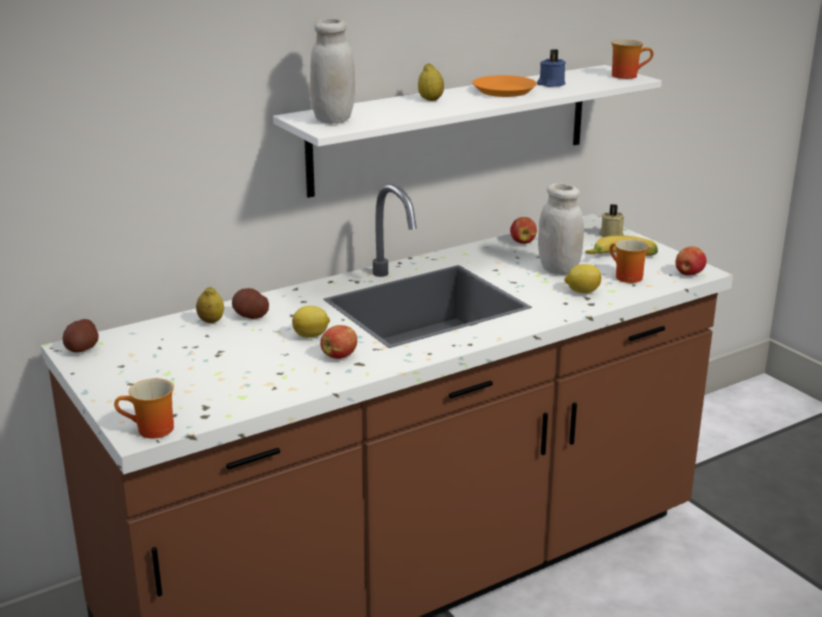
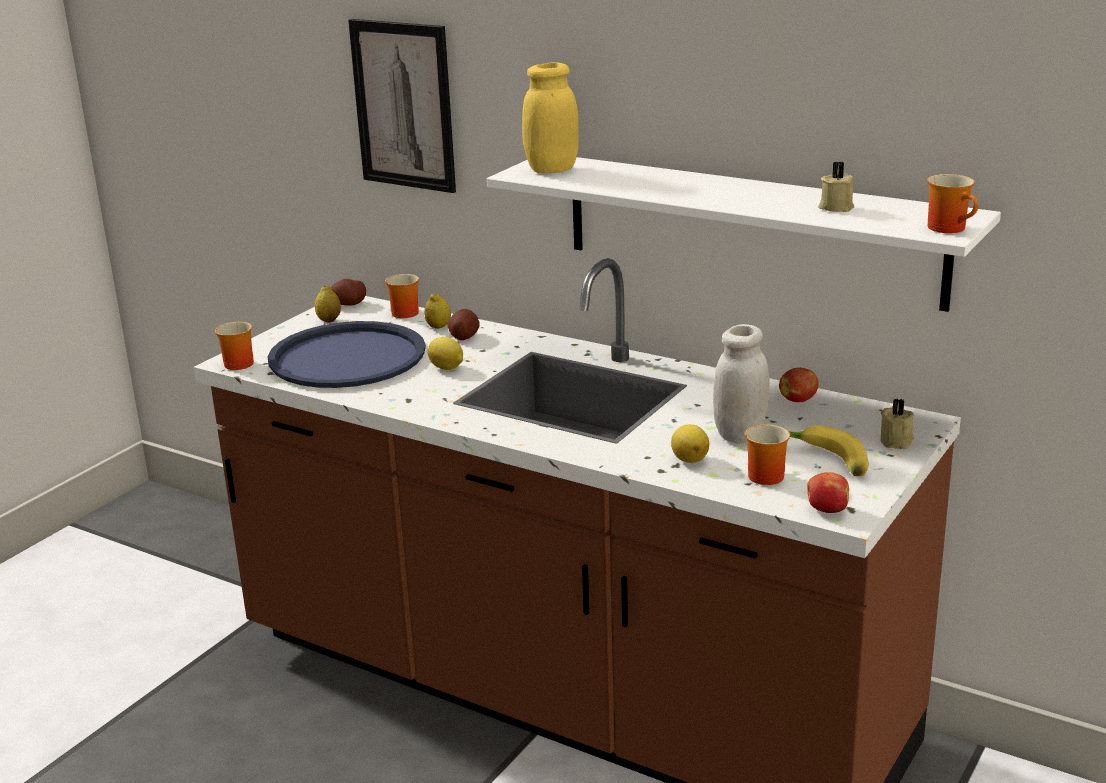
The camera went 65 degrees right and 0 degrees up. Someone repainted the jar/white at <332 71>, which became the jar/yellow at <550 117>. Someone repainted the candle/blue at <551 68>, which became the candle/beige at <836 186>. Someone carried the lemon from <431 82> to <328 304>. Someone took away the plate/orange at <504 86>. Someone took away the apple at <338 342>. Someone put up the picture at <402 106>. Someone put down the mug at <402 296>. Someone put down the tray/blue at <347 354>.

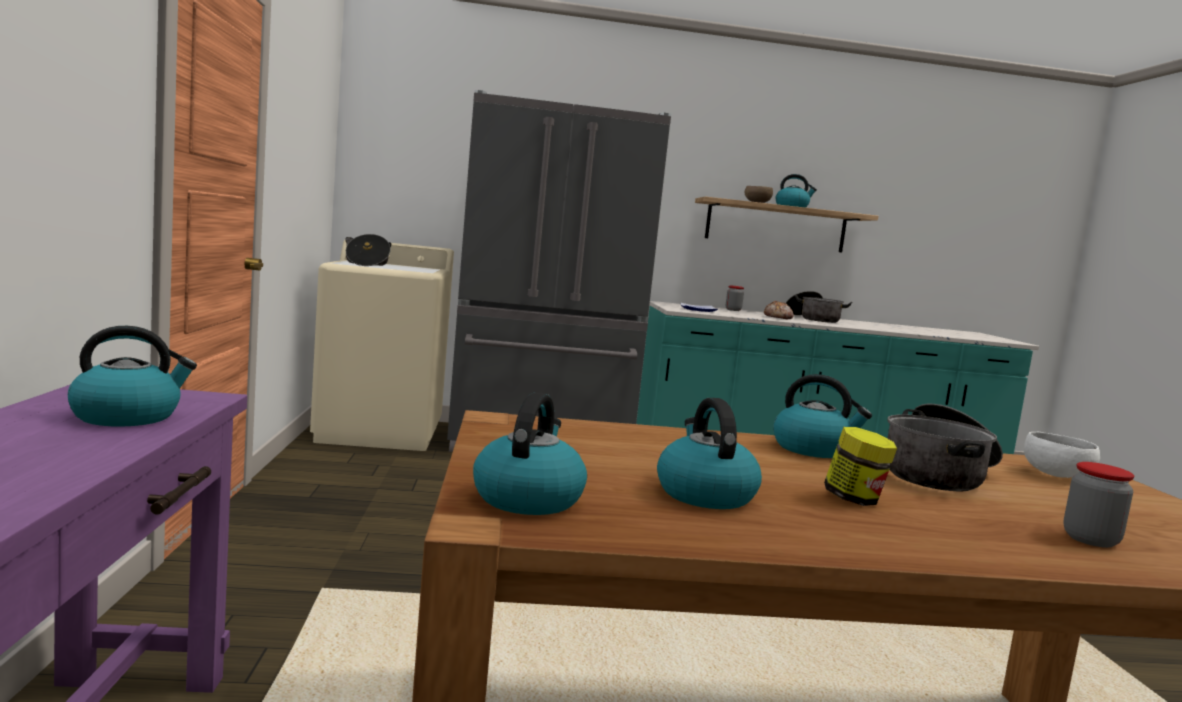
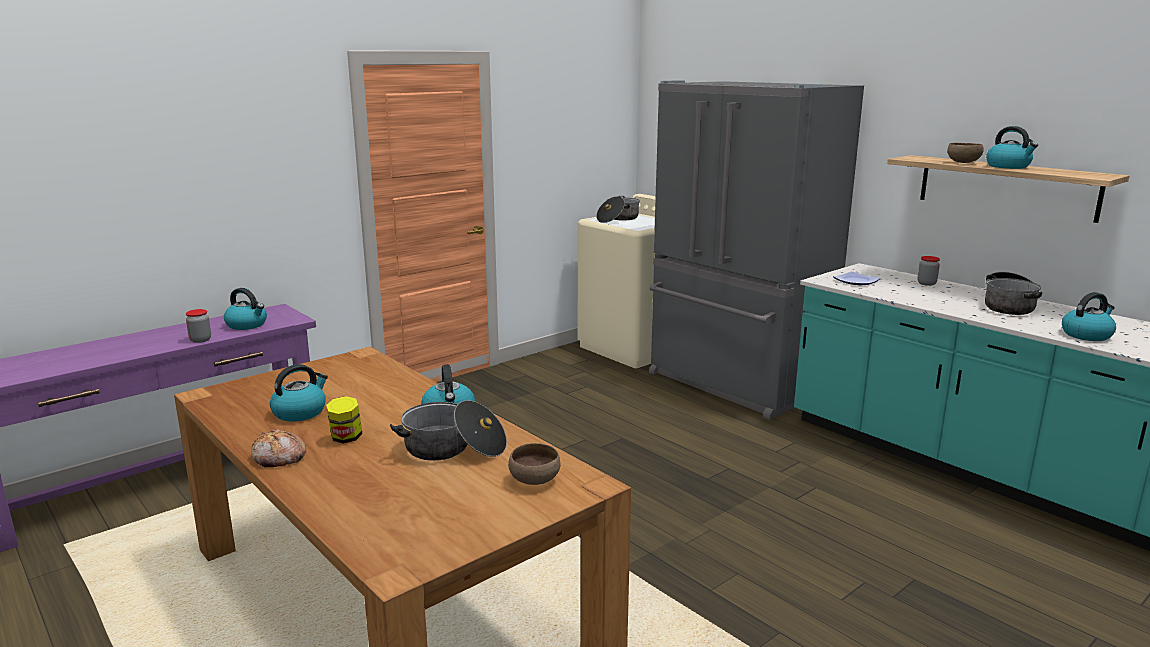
The camera went 55 degrees right and 10 degrees up. Someone carried the bread from <779 310> to <278 448>. Someone carried the kettle from <530 453> to <1089 316>. Someone repainted the bowl/white at <1062 455>, which became the bowl/brown at <534 464>. Someone carried the jar from <1098 505> to <198 326>.

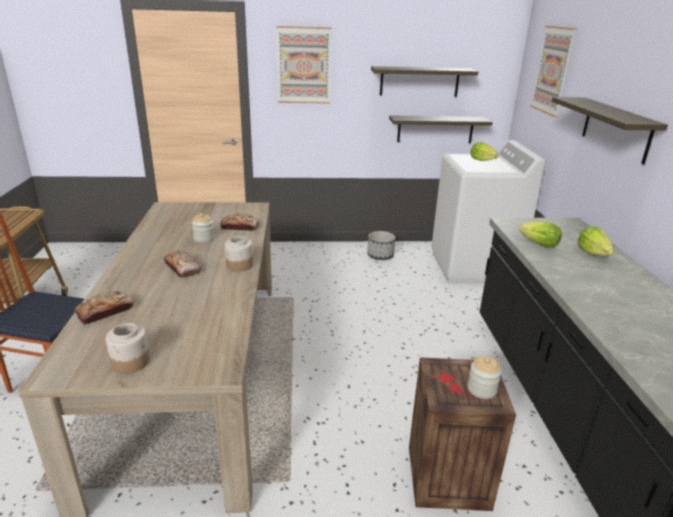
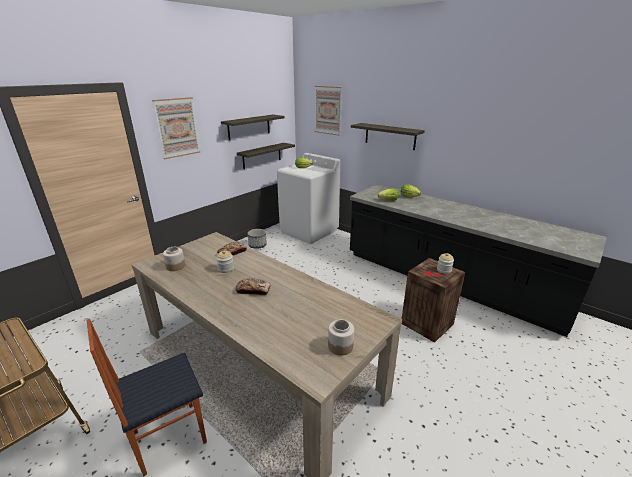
The camera went 45 degrees left and 0 degrees up. Someone carried the jar from <239 254> to <174 259>. Someone took away the bread at <103 308>.

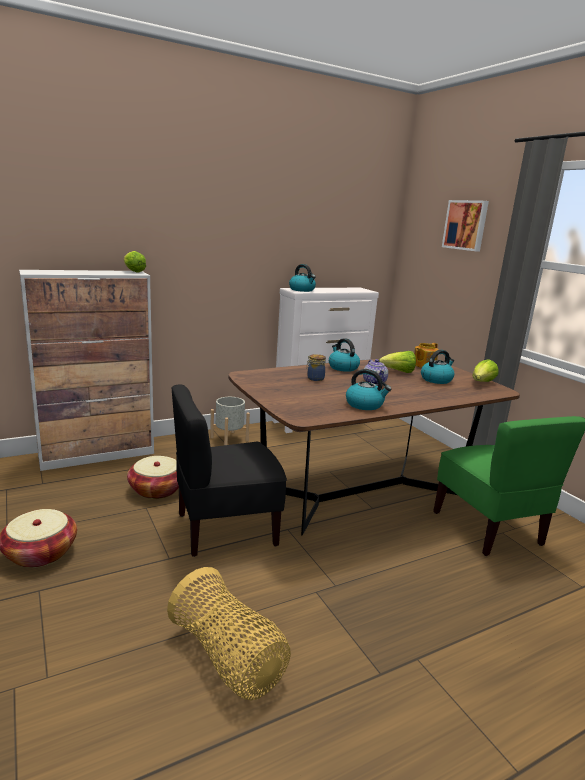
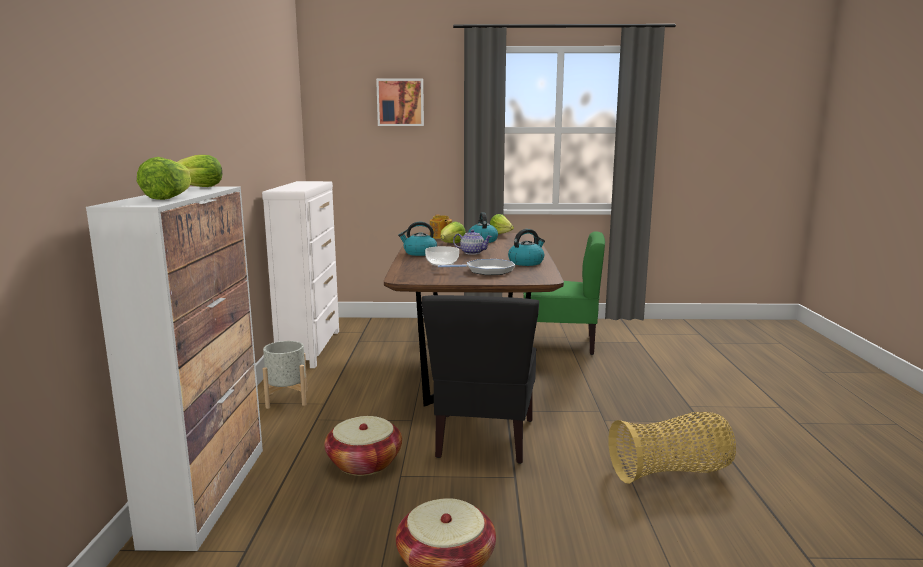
The camera went 60 degrees left and 5 degrees down. Someone took away the kettle at <302 278>. Someone swapped the jar at <316 367> for the bowl at <442 256>. Someone put down the lettuce at <164 178>. Someone put down the frying pan at <476 267>.

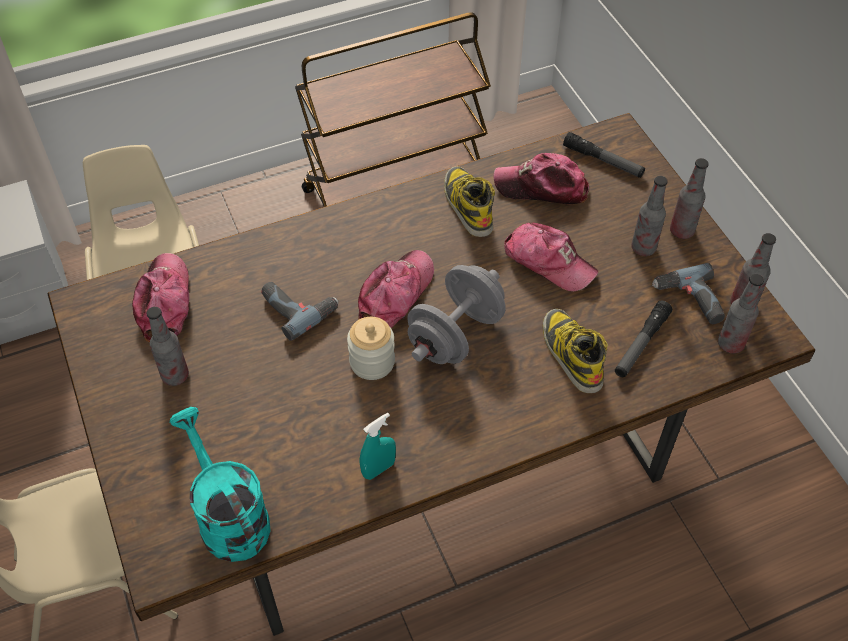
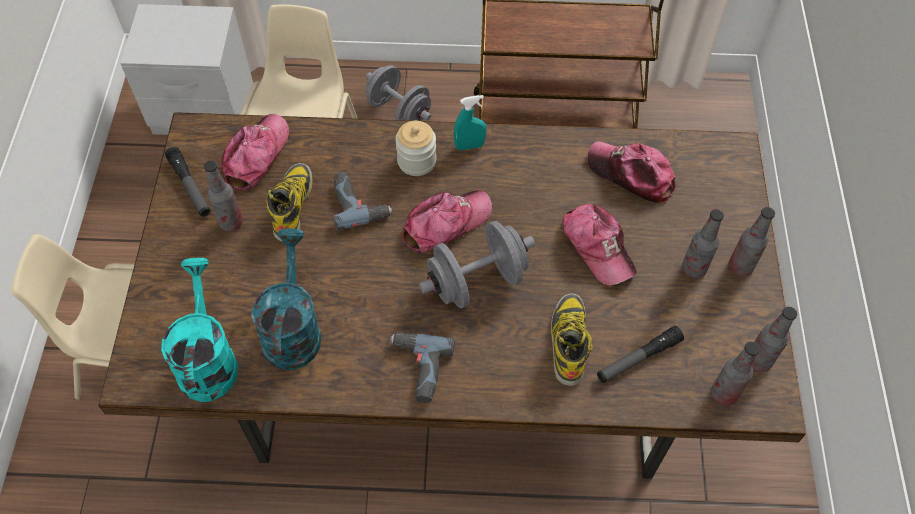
The camera went 25 degrees right and 5 degrees up. Someone carried the flashlight from <604 155> to <188 182>. Someone carried the boot from <469 201> to <289 202>. Someone carried the power drill from <688 293> to <422 367>. Someone carried the jar from <371 348> to <415 148>. Someone carried the spray bottle/turquoise from <378 446> to <470 122>. Someone put down the dumbbell/grey at <398 93>. Someone put down the watering can/turquoise at <286 299>.

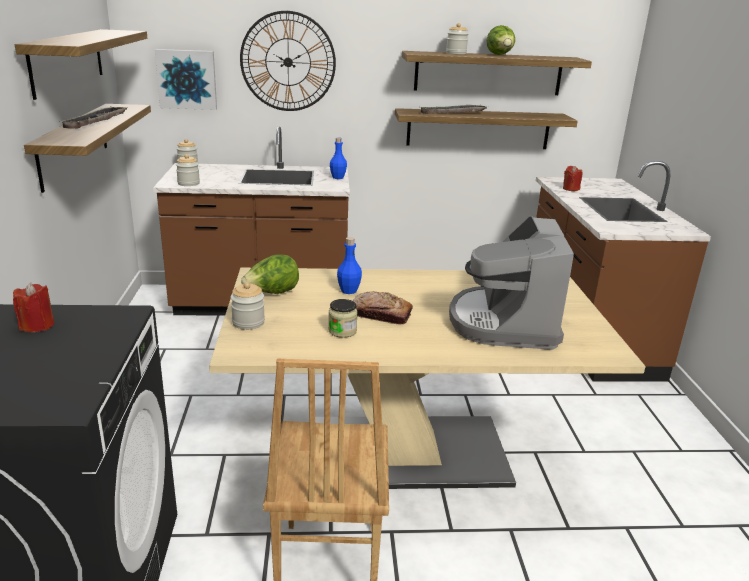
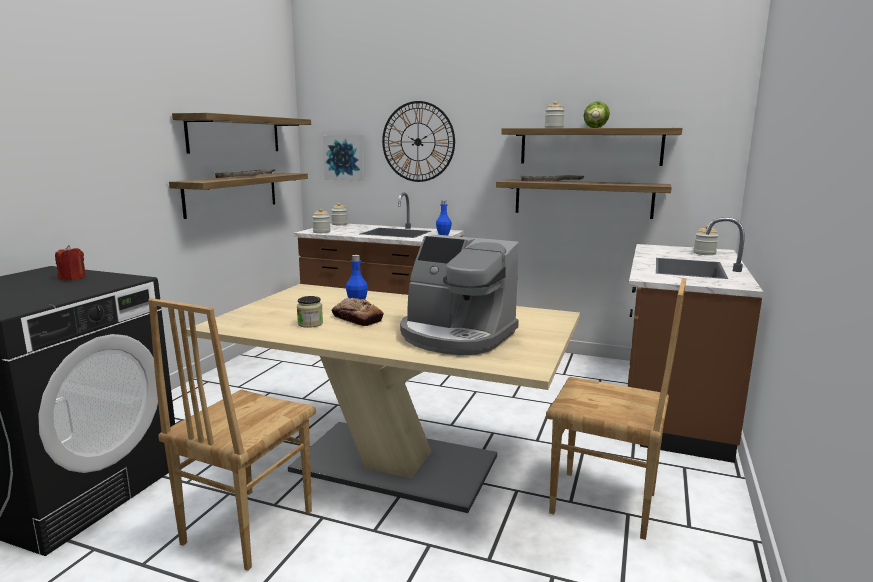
The camera went 25 degrees right and 10 degrees down. Someone took away the candle/red at <573 178>. Someone rotated the coffee machine at <511 283> by 90 degrees counterclockwise. Someone took away the lettuce at <270 274>. Someone carried the jar from <248 306> to <706 240>. Someone put down the chair/brown at <616 409>.

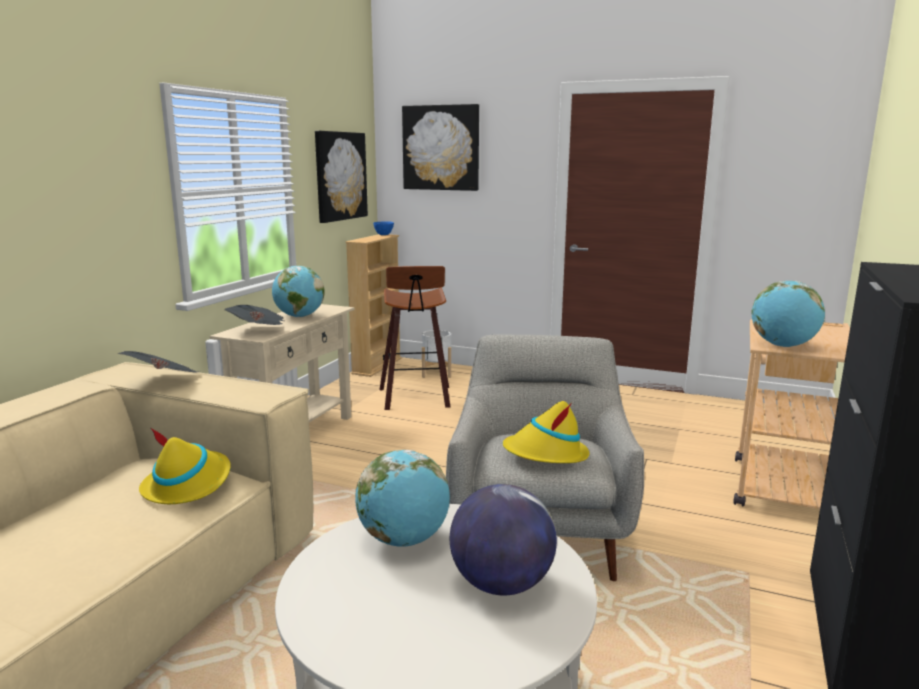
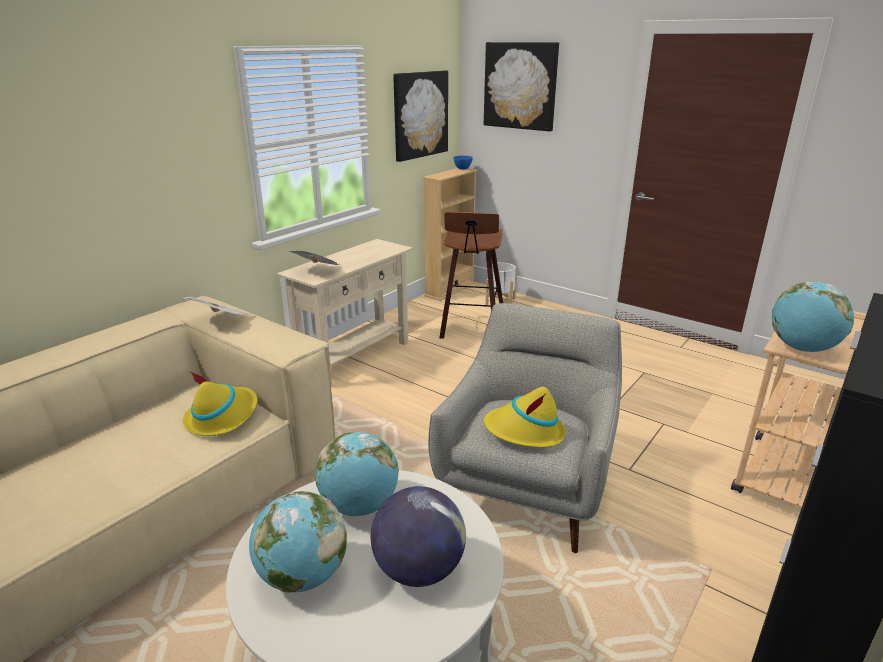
The camera went 15 degrees right and 10 degrees up. Someone carried the globe from <298 291> to <298 542>.

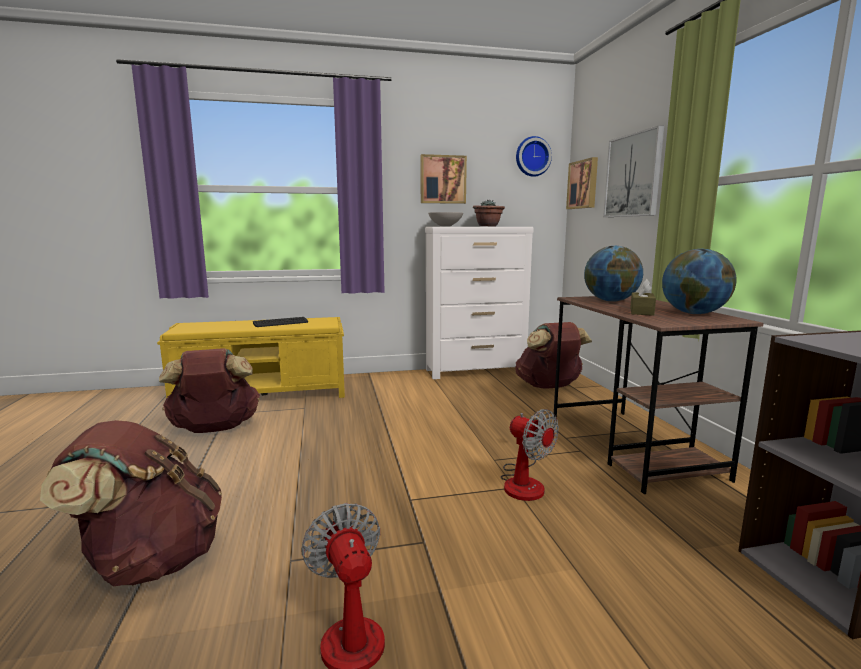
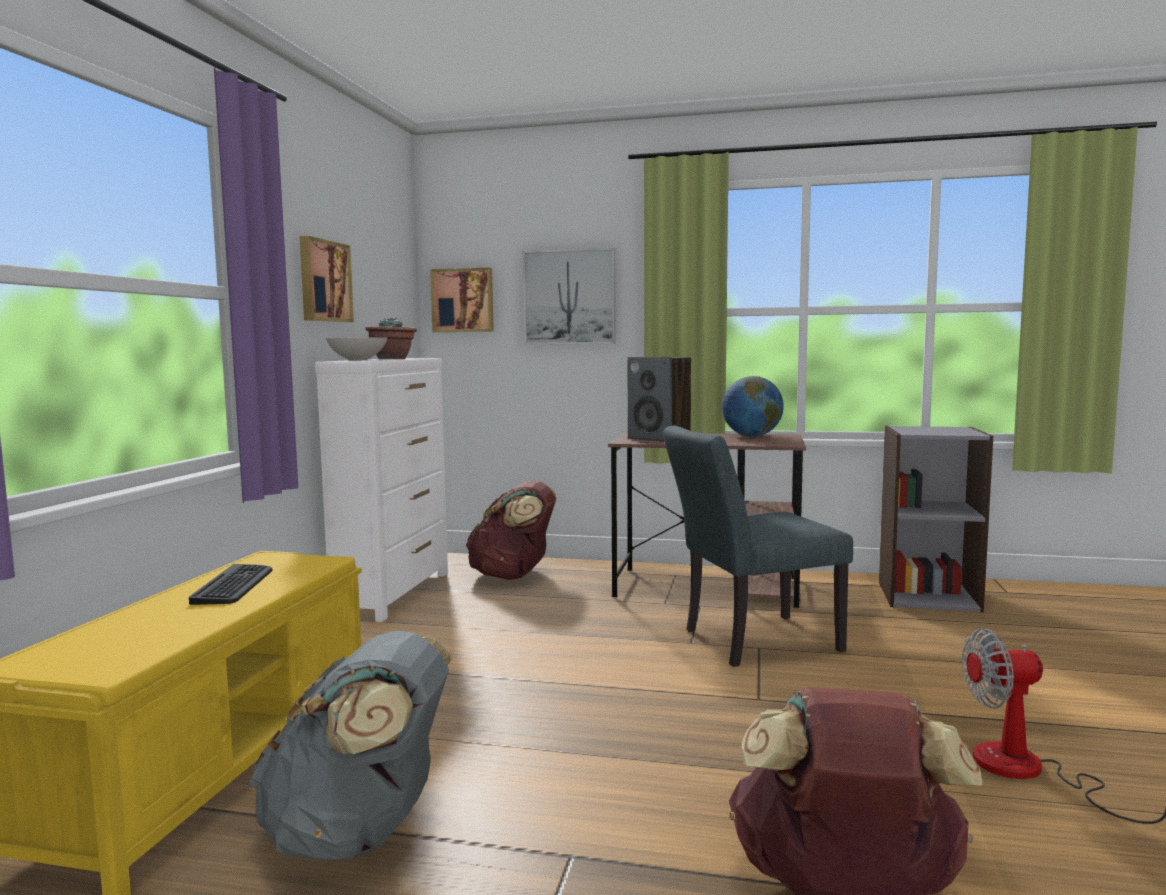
The camera went 65 degrees left and 5 degrees down. Someone took away the wall clock at <534 156>. Someone swapped the globe at <613 274> for the speaker at <659 399>. Someone took away the tissue box/brown at <643 297>. Someone repainted the backpack/brown at <209 390>, which became the backpack/grey at <350 746>. Someone swapped the fan at <530 455> for the chair/grey at <758 546>.

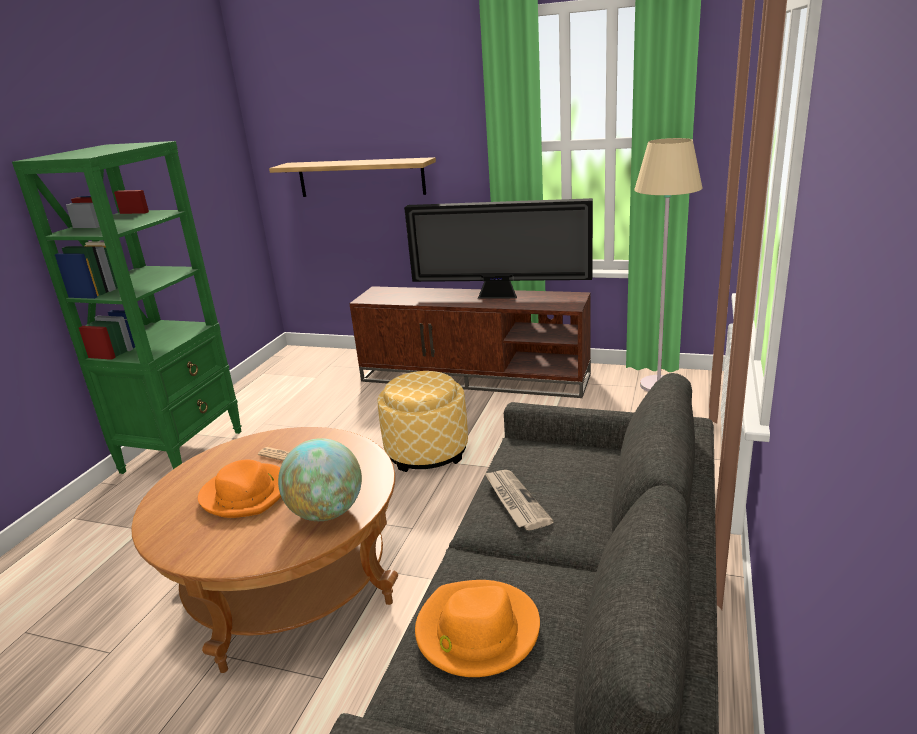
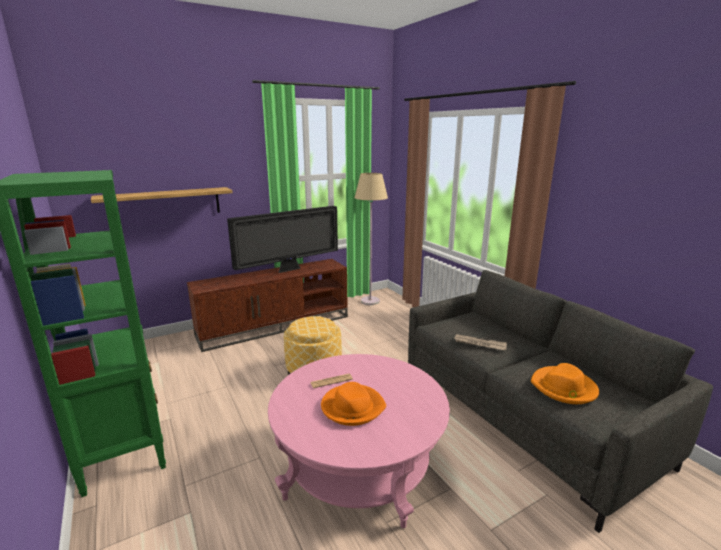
The camera went 50 degrees left and 5 degrees down. Someone repainted the coffee table/brown at <264 550>, which became the coffee table/pink at <359 441>. Someone took away the globe at <320 479>.

